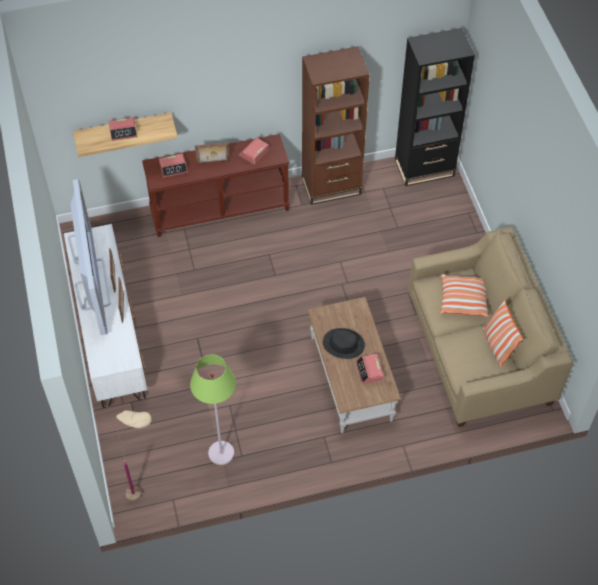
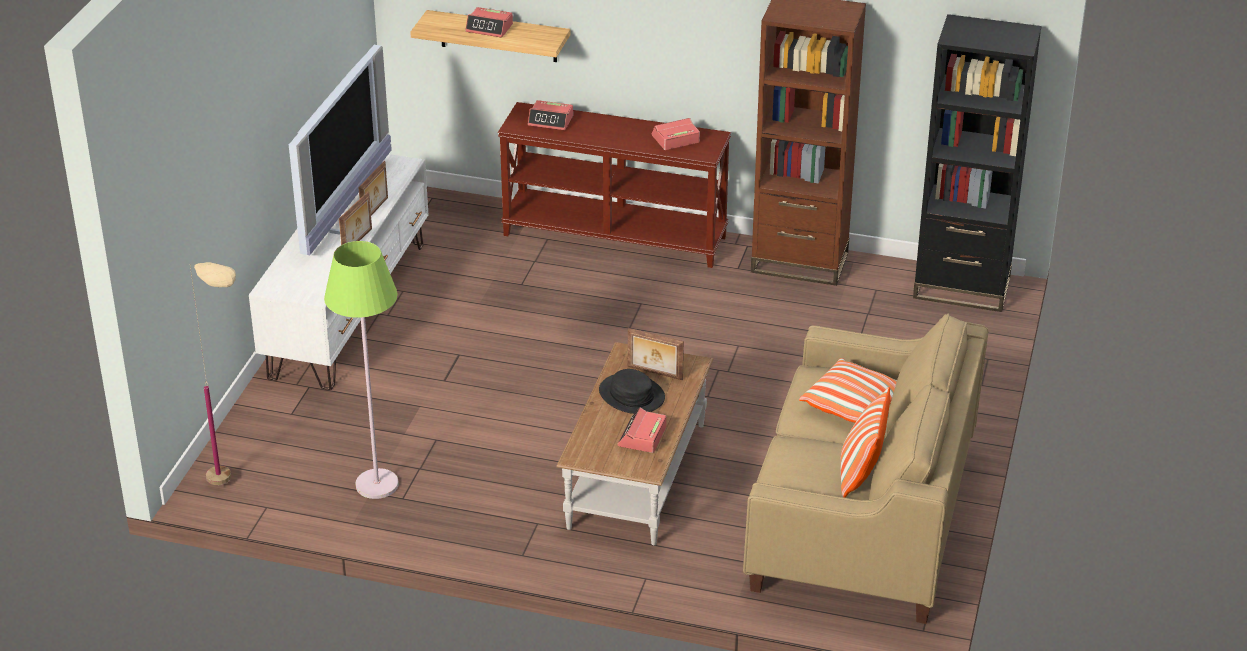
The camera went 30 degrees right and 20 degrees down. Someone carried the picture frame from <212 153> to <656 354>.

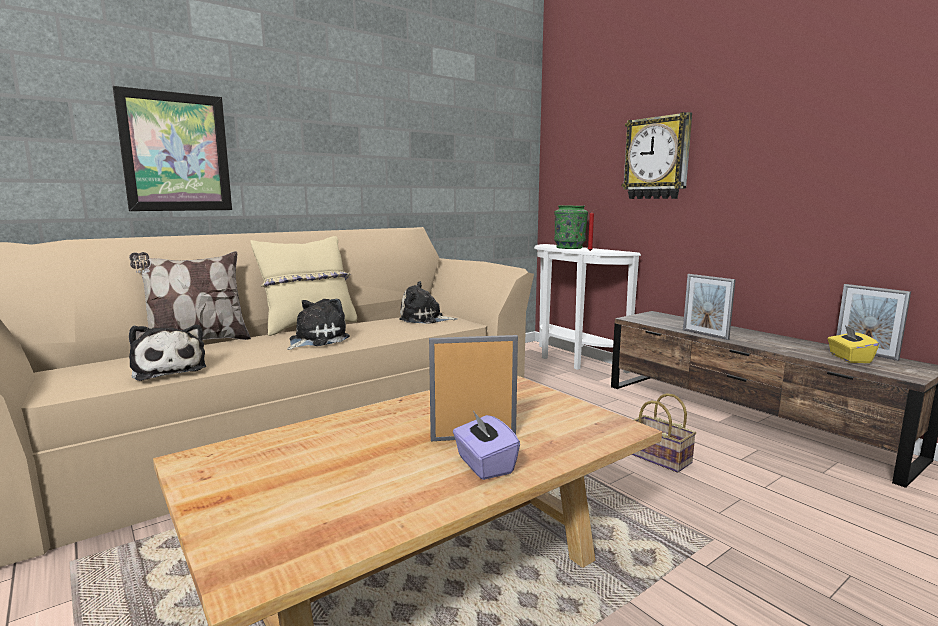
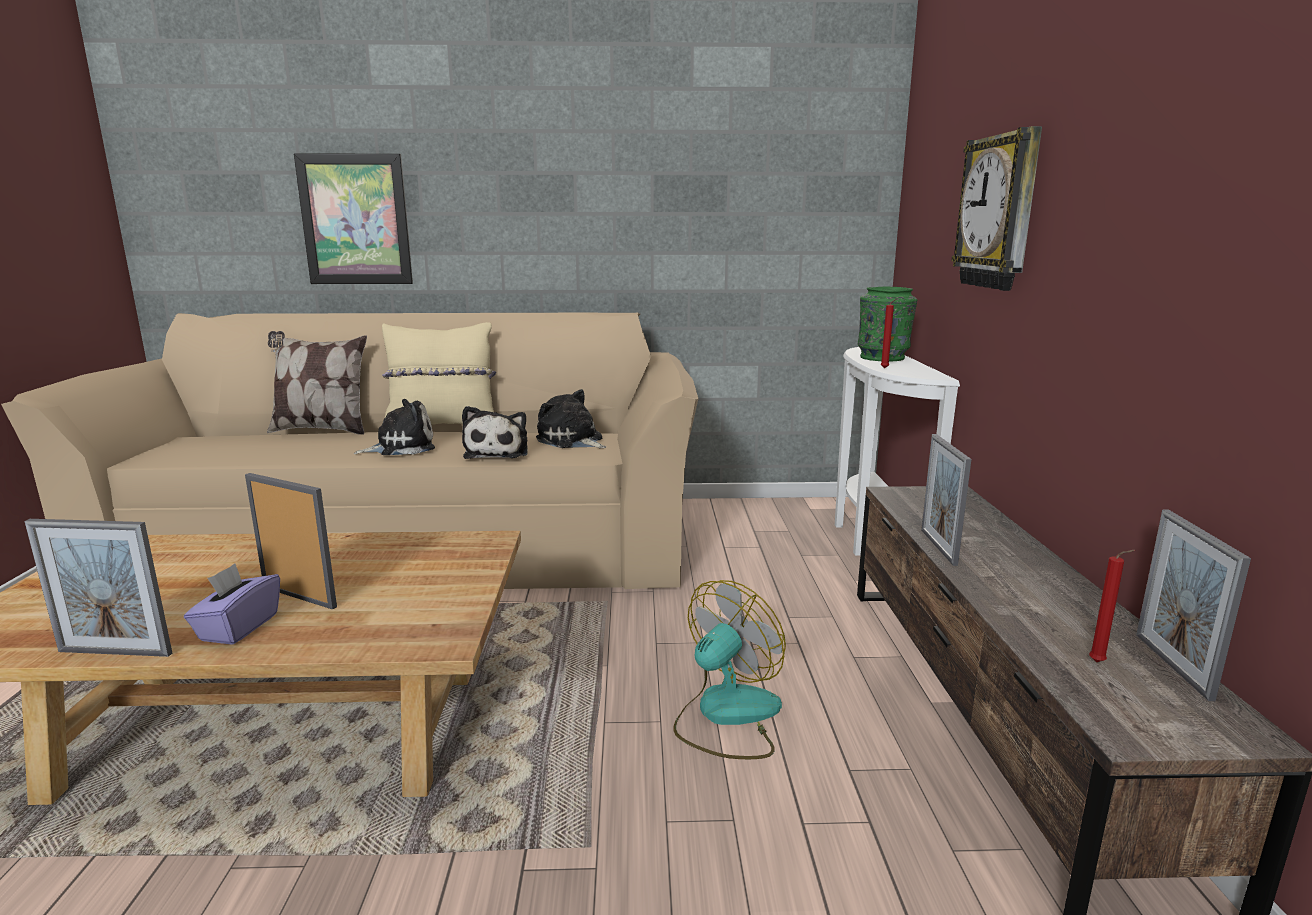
The camera went 35 degrees right and 5 degrees up. Someone carried the plush toy from <167 353> to <495 432>. Someone swapped the tissue box/yellow at <853 344> for the candle/red at <1112 606>. Someone swapped the basket at <664 433> for the fan at <729 669>. Someone put down the picture frame at <98 588>.

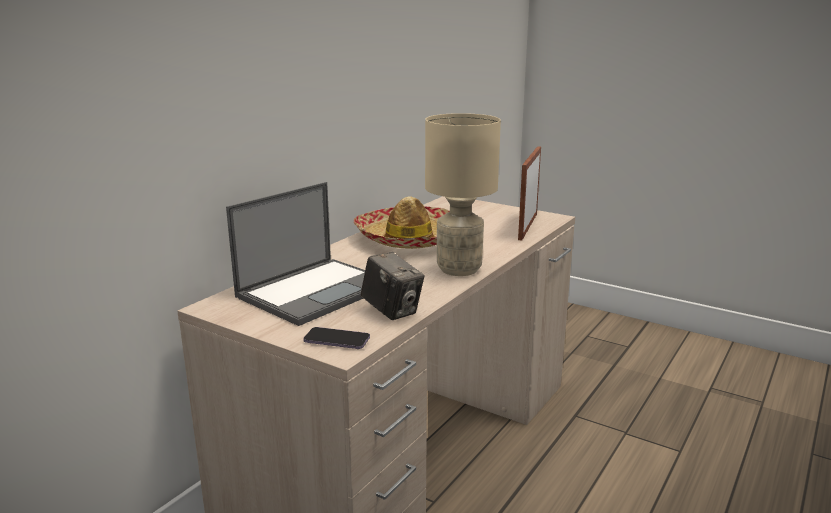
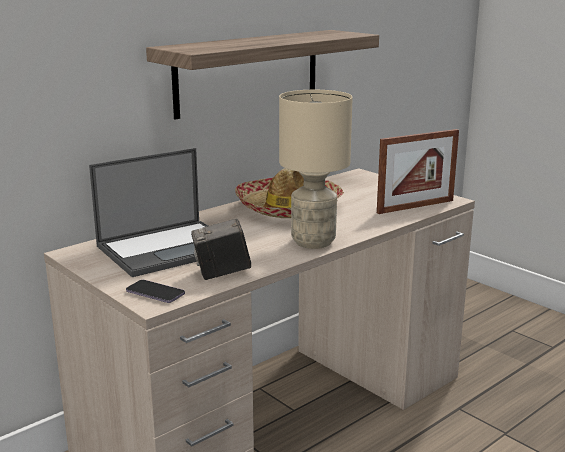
The camera went 15 degrees right and 0 degrees up. Someone rotated the picture frame at <529 193> by 150 degrees counterclockwise. Someone rotated the photo camera at <392 286> by 105 degrees clockwise. Someone put up the shelf at <262 75>.

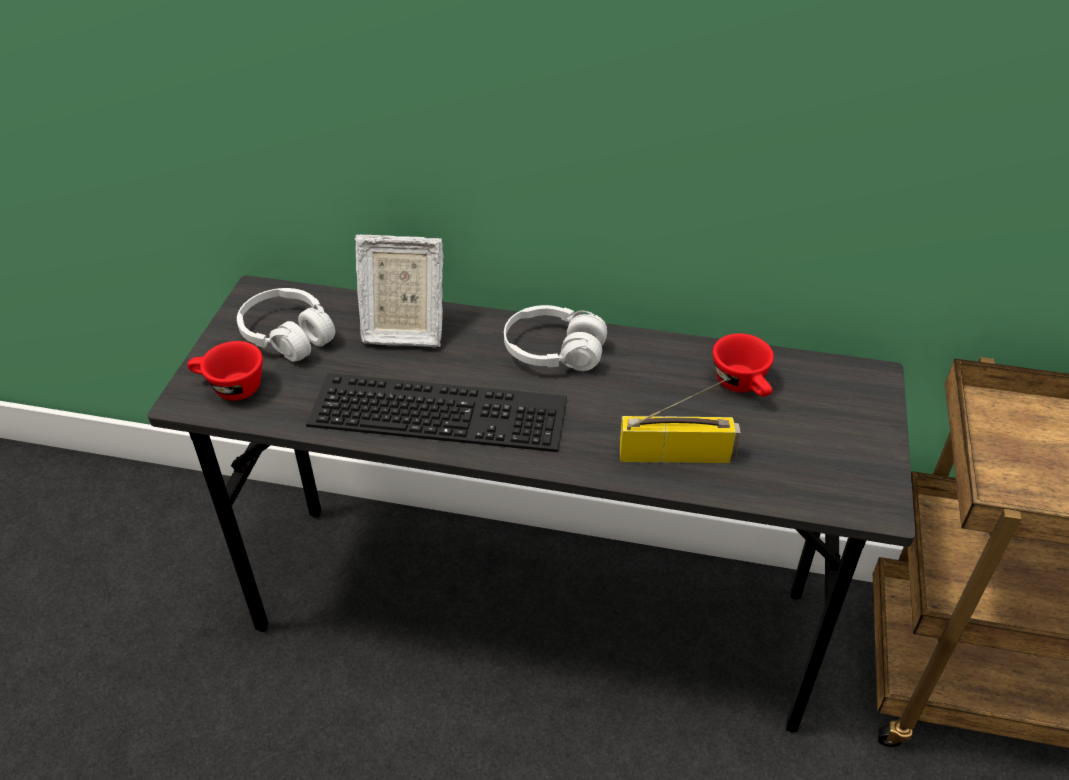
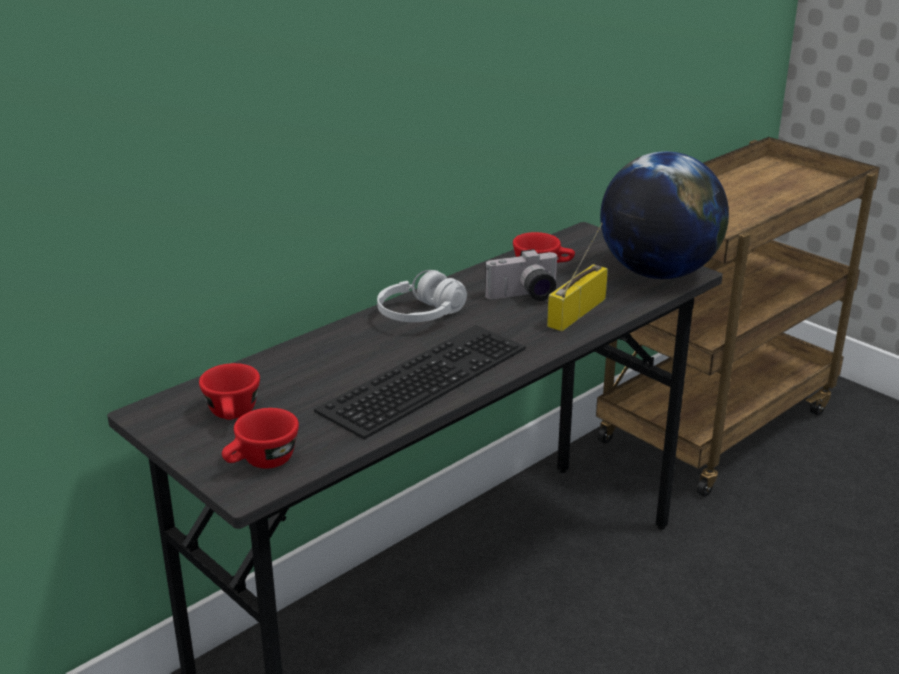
The camera went 55 degrees left and 15 degrees down. Someone took away the picture frame at <399 291>. Someone swapped the headphones/white at <286 324> for the cup/red at <229 391>. Someone put down the globe at <664 215>. Someone put down the photo camera at <521 275>.

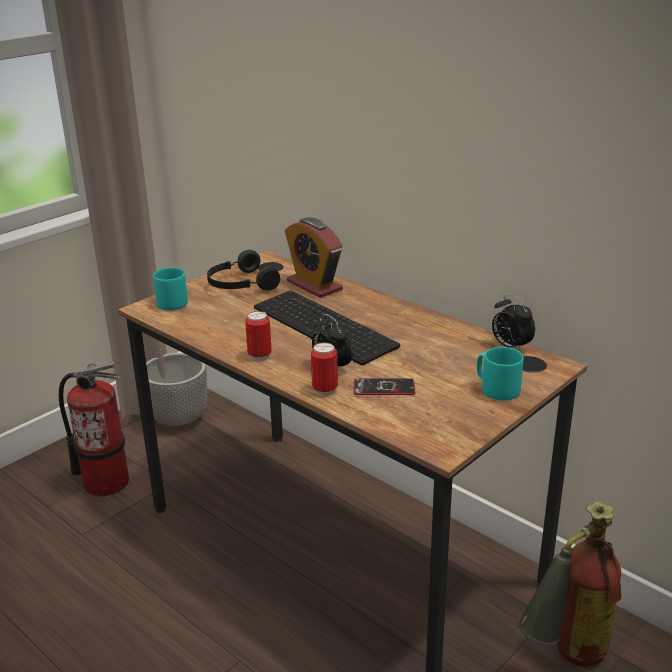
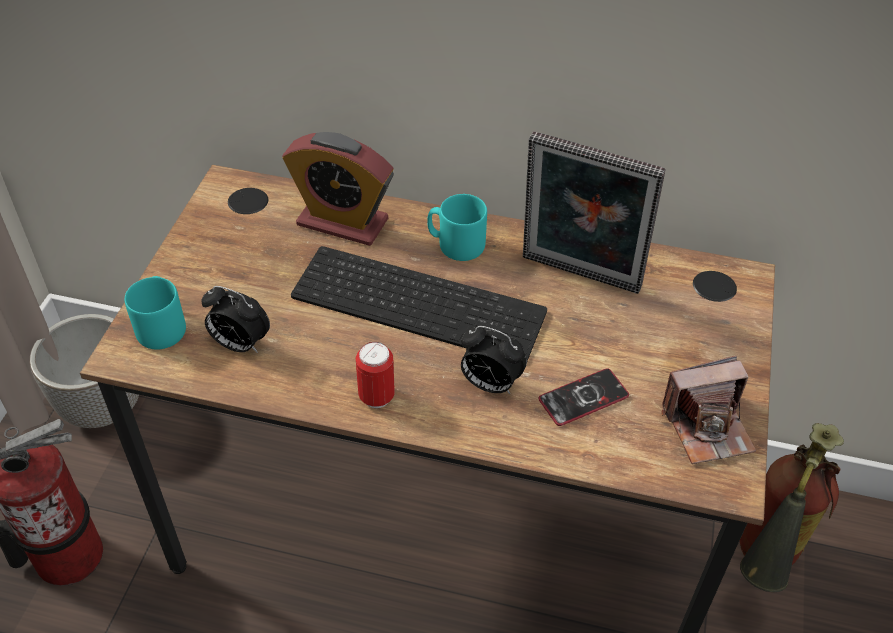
The camera went 30 degrees left and 20 degrees up. Someone took away the headphones/black at <243 270>. Someone carried the alarm clock from <513 323> to <235 319>. Someone took away the can at <324 368>. Someone carried the mug/turquoise from <500 374> to <457 227>. Someone put down the picture frame at <594 212>. Someone put down the photo camera at <708 410>.

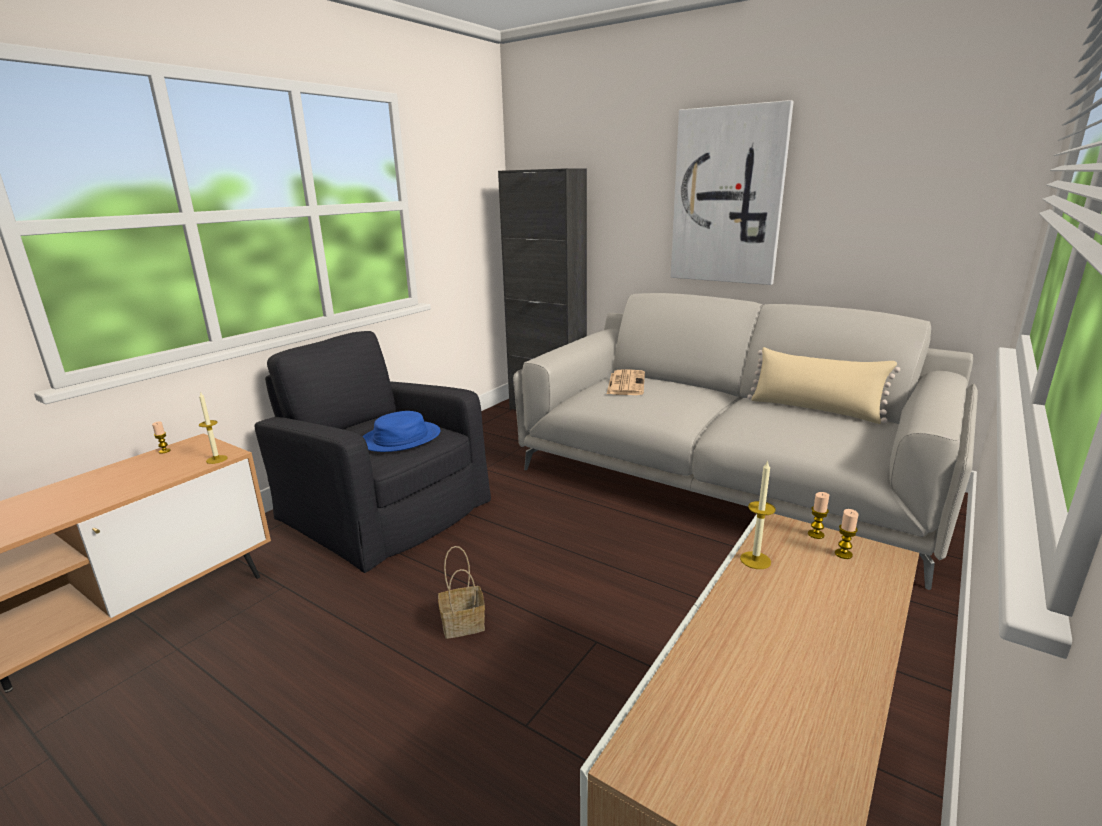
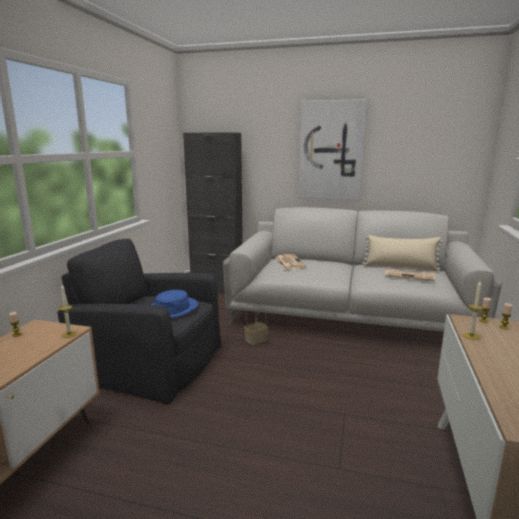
The camera went 20 degrees left and 5 degrees down. Someone carried the basket from <461 592> to <256 324>. Someone put down the newspaper at <410 275>.

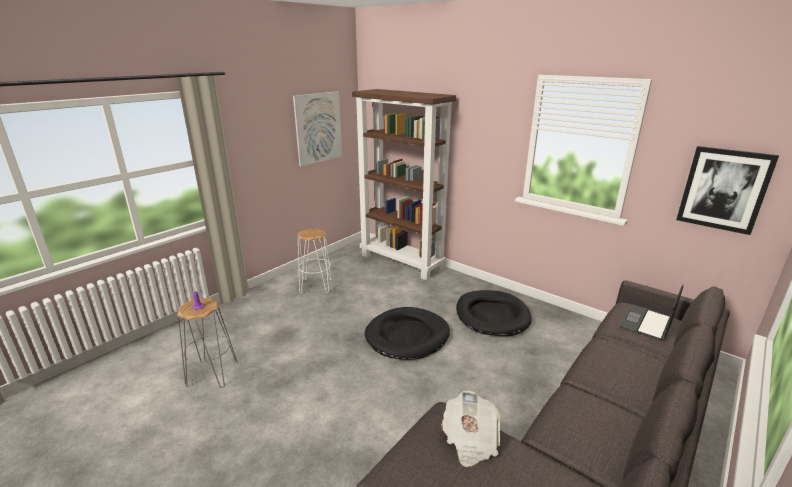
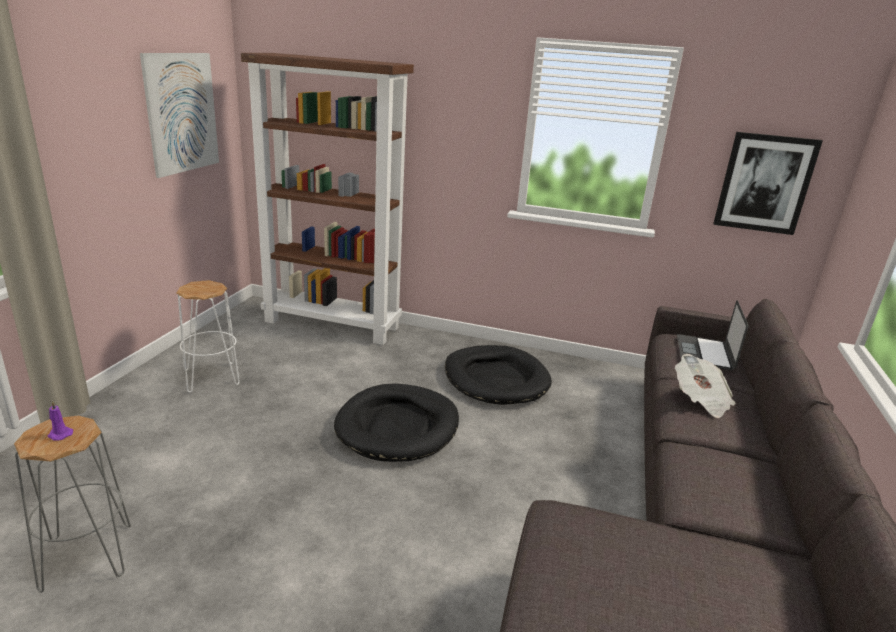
The camera went 25 degrees left and 0 degrees up. Someone carried the newspaper from <470 429> to <705 386>.

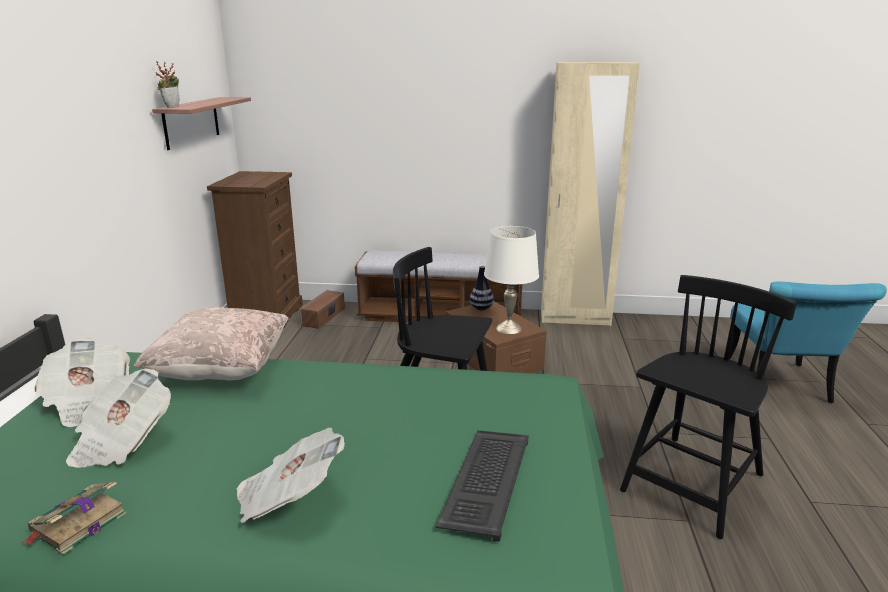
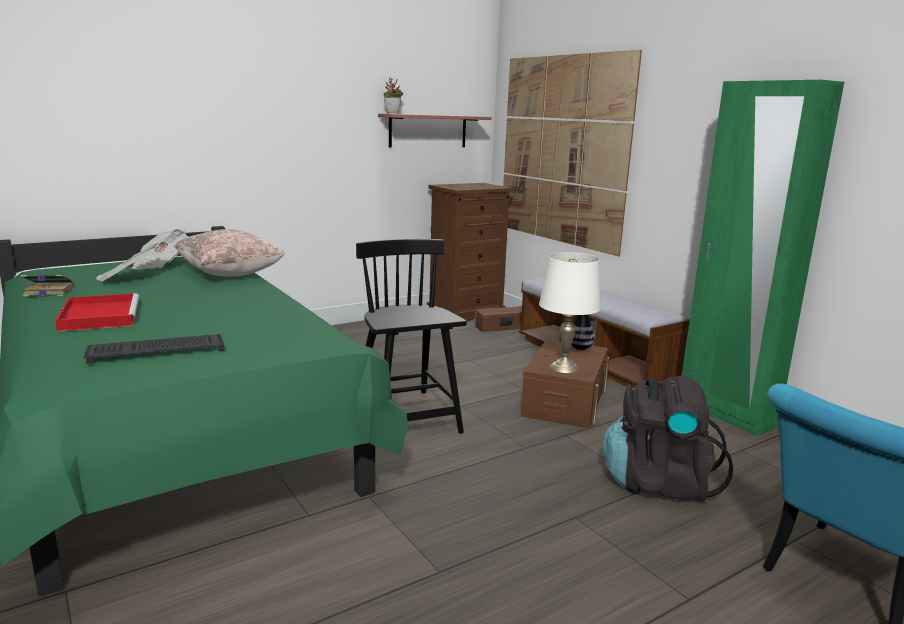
The camera went 50 degrees right and 5 degrees down. Someone repainted the wardrobe/beige at <590 194>, which became the wardrobe/green at <763 258>. Someone took away the chair/black at <708 407>. Someone swapped the newspaper at <291 475> for the tray/red at <97 312>. Someone put up the picture at <572 153>. Someone put down the backpack/black at <668 439>.

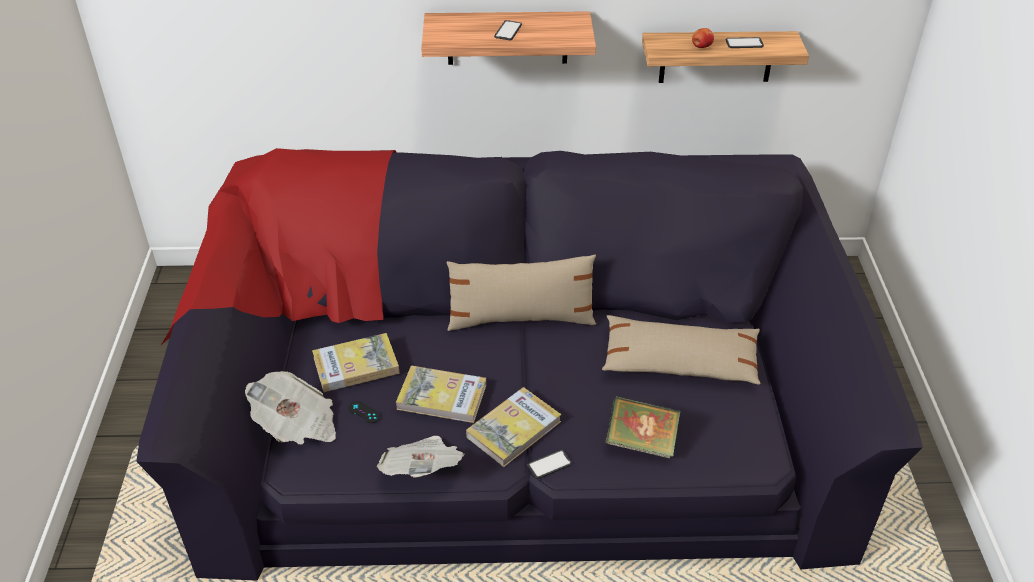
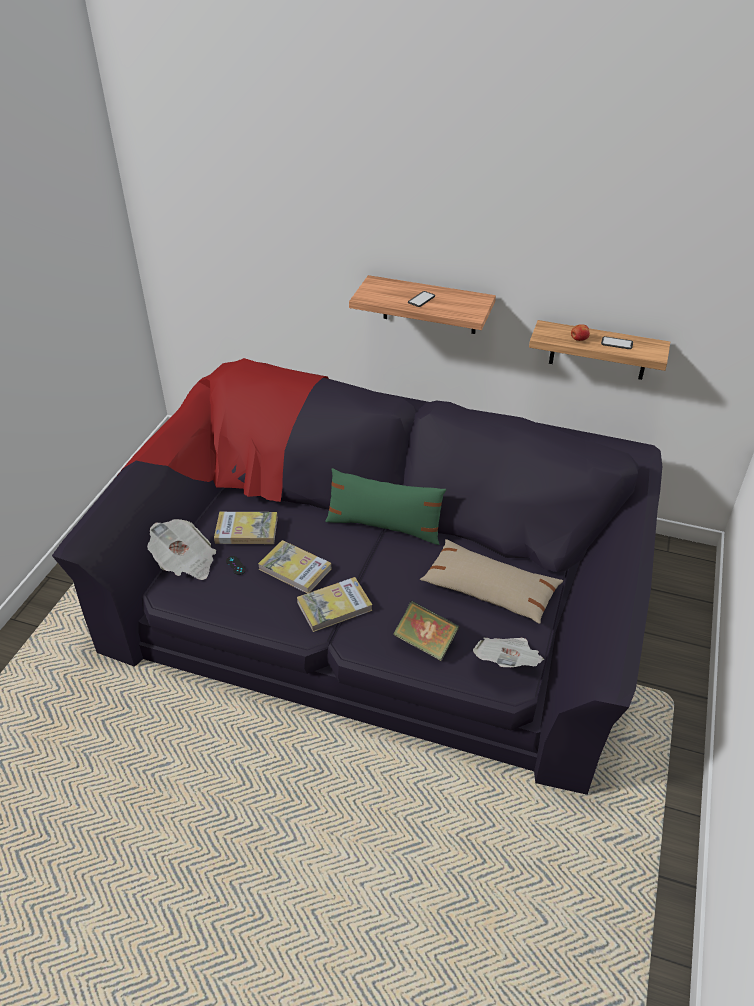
The camera went 20 degrees right and 0 degrees up. Someone repainted the pillow/beige at <521 293>, which became the pillow/green at <385 506>. Someone carried the newspaper from <421 457> to <508 652>. Someone took away the phone at <549 464>.

